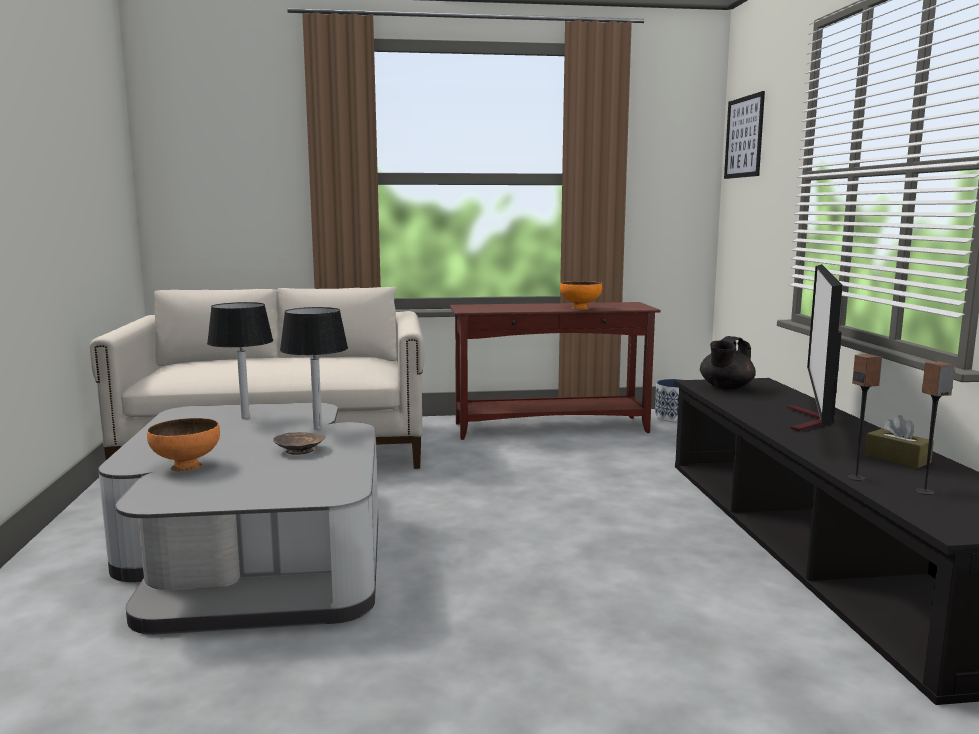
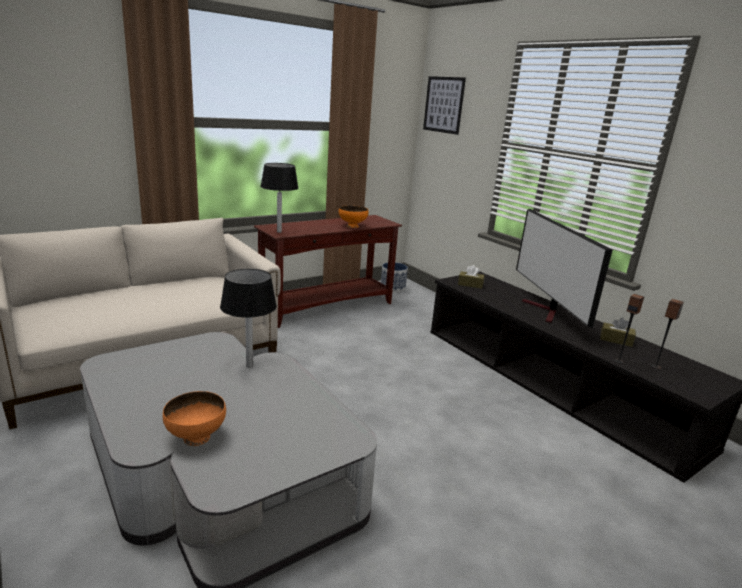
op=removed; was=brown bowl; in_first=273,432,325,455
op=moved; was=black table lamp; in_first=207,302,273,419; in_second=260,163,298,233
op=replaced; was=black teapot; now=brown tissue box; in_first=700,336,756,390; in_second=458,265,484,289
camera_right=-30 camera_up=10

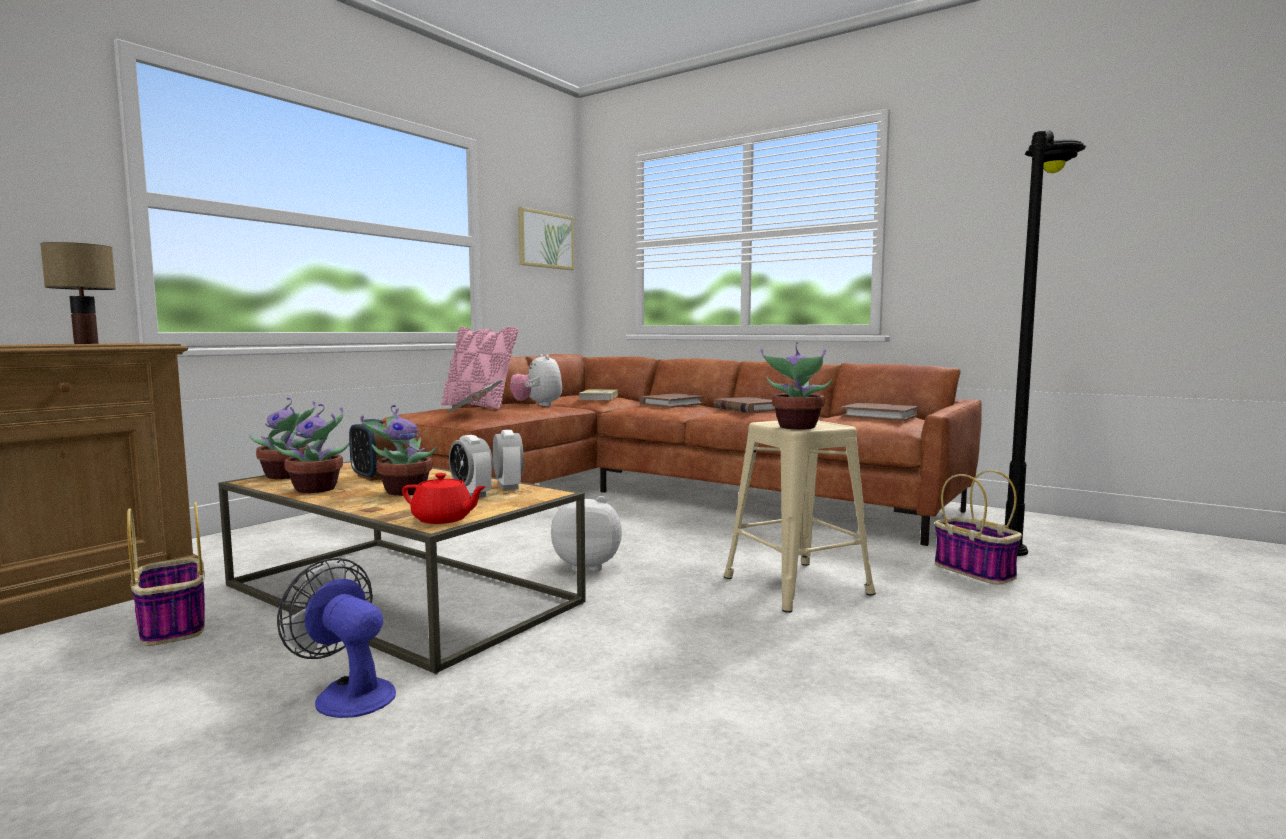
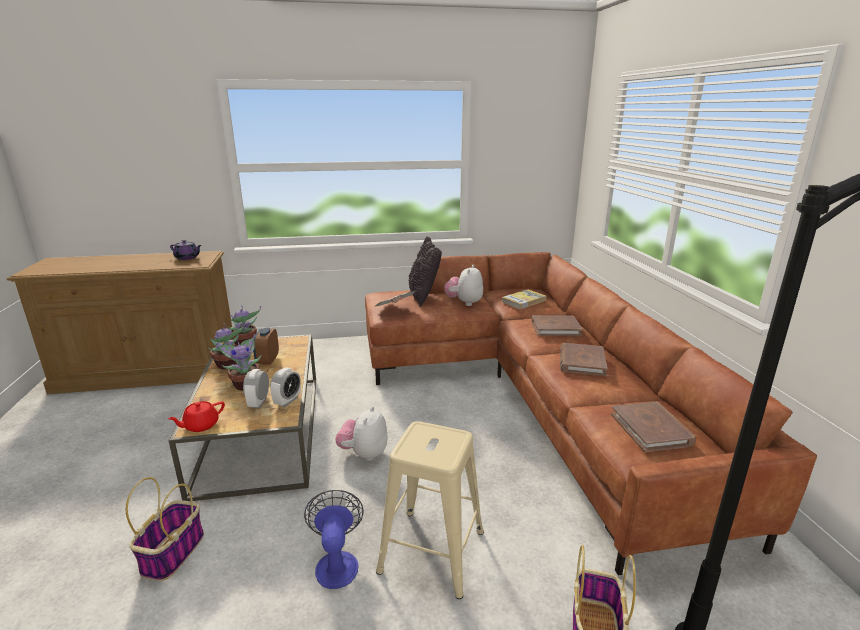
op=removed; was=picture; in_first=518,207,574,270
op=removed; was=potted plant; in_first=760,342,832,430
op=moved; was=basket; in_first=127,502,205,646; in_second=126,477,204,581
op=moved; was=fan; in_first=277,558,396,718; in_second=304,490,364,589
op=replaced; was=table lamp; now=purple teapot; in_first=40,242,116,344; in_second=170,240,202,260
op=recoloured; was=pink pillow; now=black pillow; in_first=441,327,518,409; in_second=408,236,442,307
op=turned; was=red teapot; in_first=402,473,487,524; in_second=168,401,225,432; clockwise=75
op=turned; was=plush toy; in_first=551,496,622,572; in_second=335,406,388,461; clockwise=-120
camera_right=45 camera_up=15

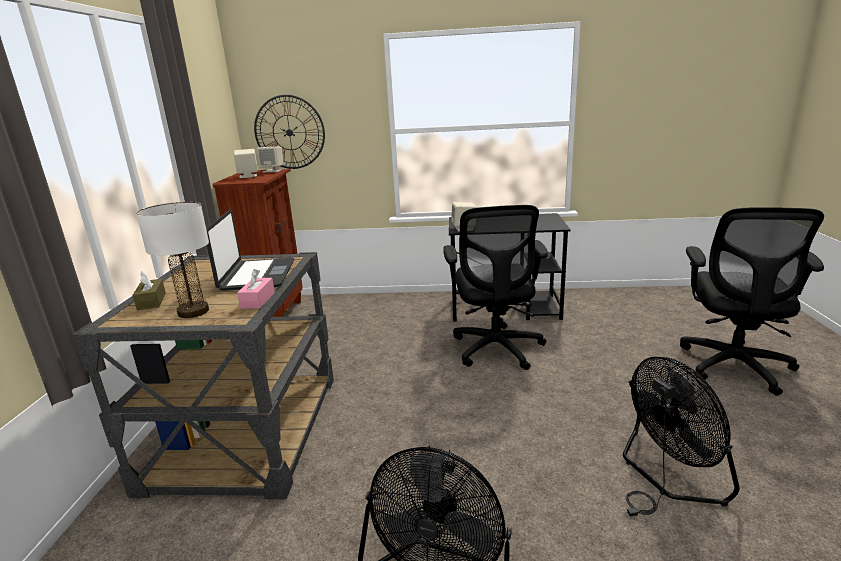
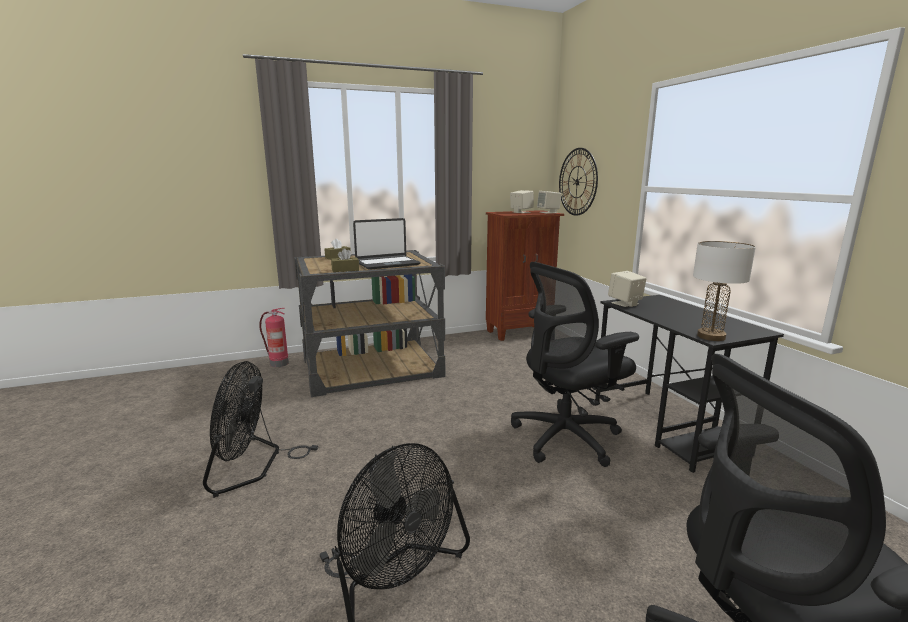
op=added; now=fire extinguisher; in_second=259,308,289,367
op=moved; was=table lamp; in_first=136,202,209,318; in_second=693,241,756,341
op=recoloured; was=pink tissue box; now=brown tissue box; in_first=237,269,275,308; in_second=331,248,359,272
camera_right=65 camera_up=-5

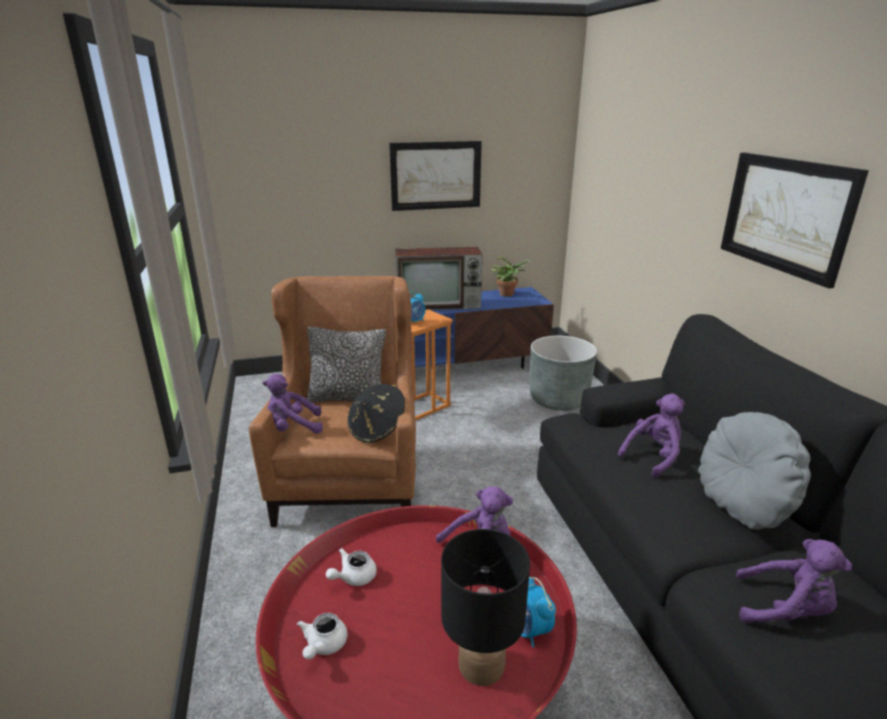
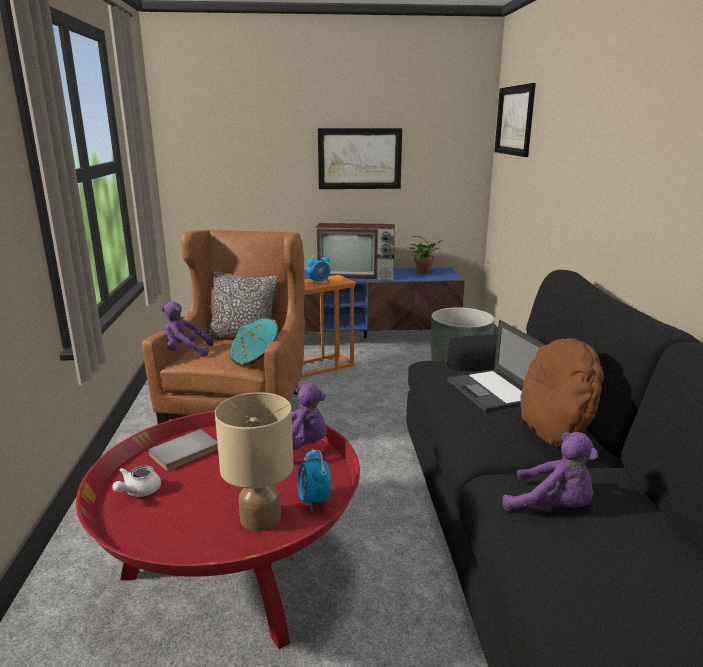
op=moved; was=picture; in_first=721,153,869,288; in_second=494,83,536,157
op=replaced; was=white teapot; now=grey book; in_first=326,548,377,586; in_second=148,429,218,471
op=replaced; was=purple plush toy; now=laptop; in_first=618,393,685,478; in_second=447,320,545,412
op=recoloured; was=black hat; now=turquoise hat; in_first=347,384,405,443; in_second=230,319,278,366
op=recoloured; was=black table lamp; now=beige table lamp; in_first=441,529,530,686; in_second=215,392,294,531
op=recoloured; was=grey pillow; now=brown pillow; in_first=698,412,811,530; in_second=520,338,604,447
camera_right=10 camera_up=-5

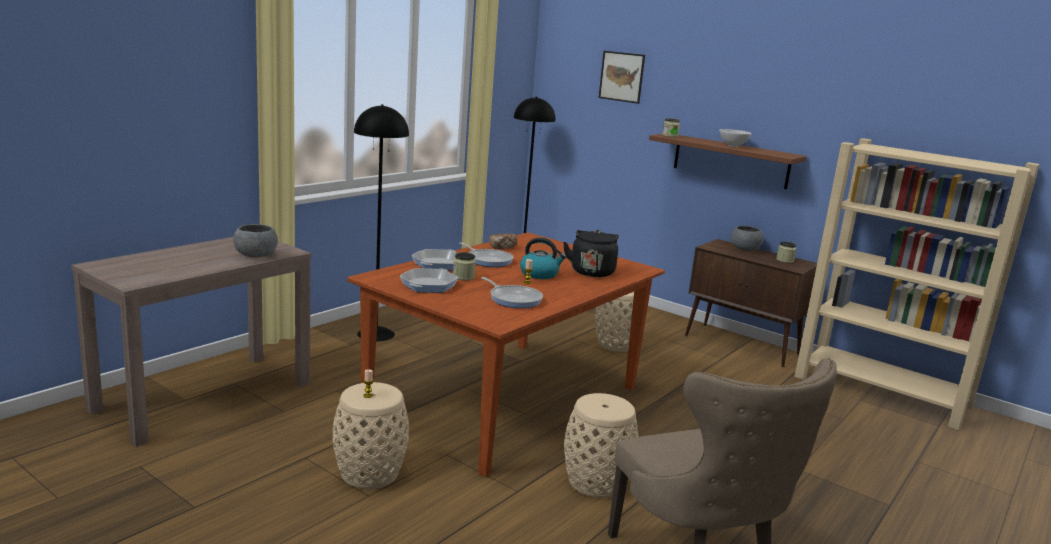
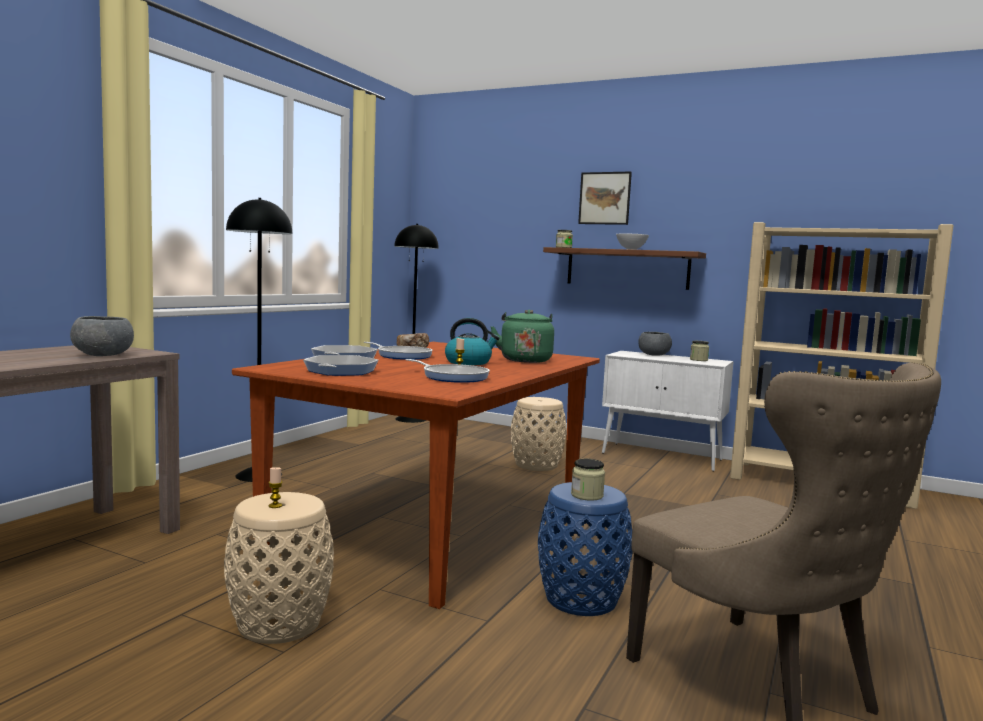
op=moved; was=jar; in_first=453,252,476,280; in_second=571,459,605,501
op=moved; was=picture; in_first=599,51,645,104; in_second=578,171,632,225
op=recoloured; was=black kettle; now=green kettle; in_first=563,230,619,277; in_second=490,309,554,363
op=recoloured; was=beige stool; now=blue stool; in_first=564,393,638,498; in_second=538,482,633,616
op=recoloured; was=brown cabinet; now=white cabinet; in_first=685,239,817,367; in_second=602,351,734,471
camera_right=-10 camera_up=-10

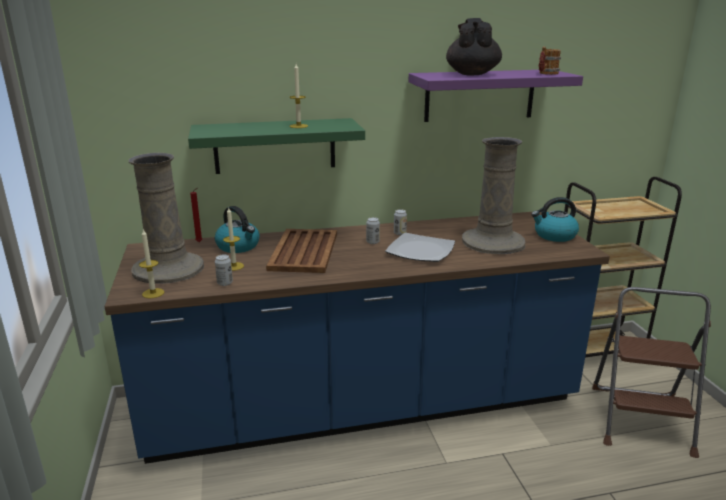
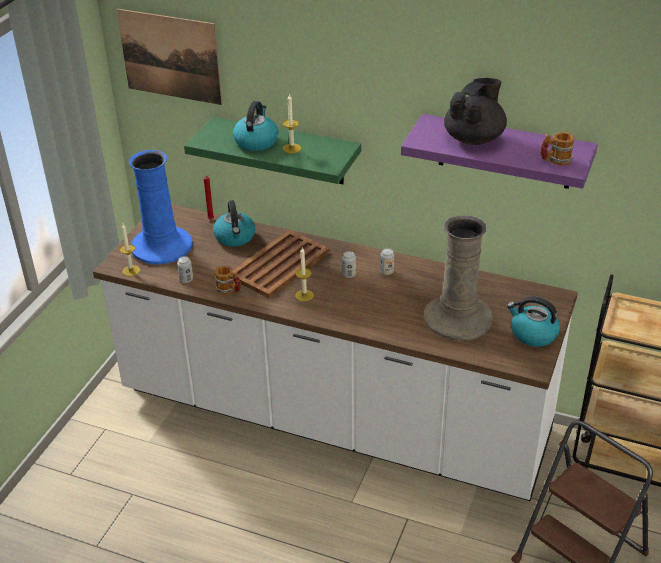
op=removed; was=plate; in_first=385,233,455,262
op=added; now=picture; in_second=116,9,222,105
op=added; now=mug; in_second=215,266,241,295
op=added; now=kettle; in_second=233,101,279,151
op=moved; was=candle; in_first=223,208,244,271; in_second=295,247,314,302
op=recoloured; was=blue counter; now=white counter; in_first=105,211,610,464; in_second=93,204,578,501
op=recoloured; was=beige vase; now=blue vase; in_first=128,153,204,284; in_second=129,150,193,265
camera_right=35 camera_up=15

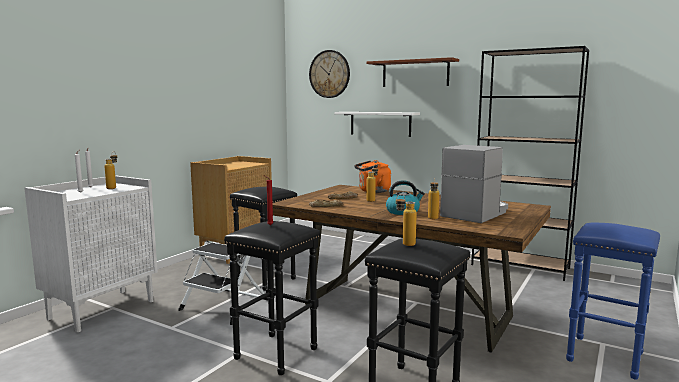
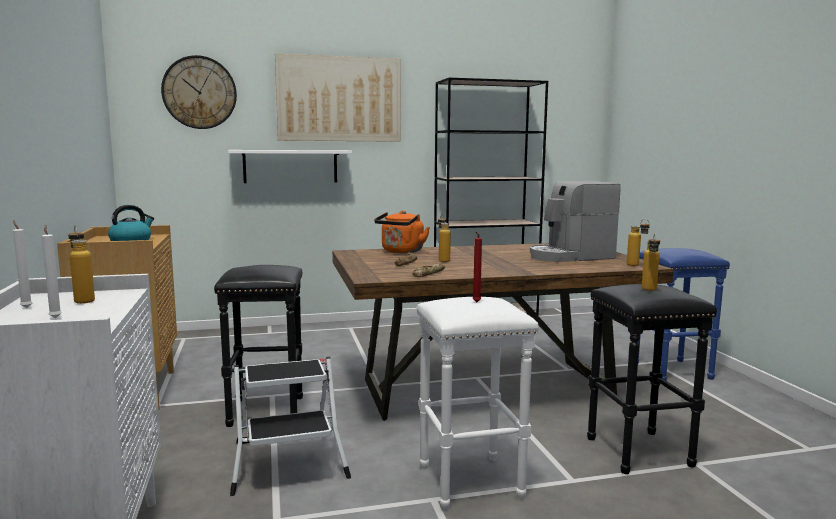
op=moved; was=kettle; in_first=386,180,425,215; in_second=108,205,154,241
op=moved; was=bottle; in_first=428,178,439,219; in_second=627,219,650,266
op=replaced; was=brown shelf; now=picture; in_first=367,57,459,87; in_second=275,54,401,142
op=recoloured; was=black stool; now=white stool; in_first=224,221,320,375; in_second=417,297,539,510
op=turned; was=coffee machine; in_first=440,145,508,223; in_second=530,181,621,262; clockwise=-105
camera_right=-45 camera_up=0

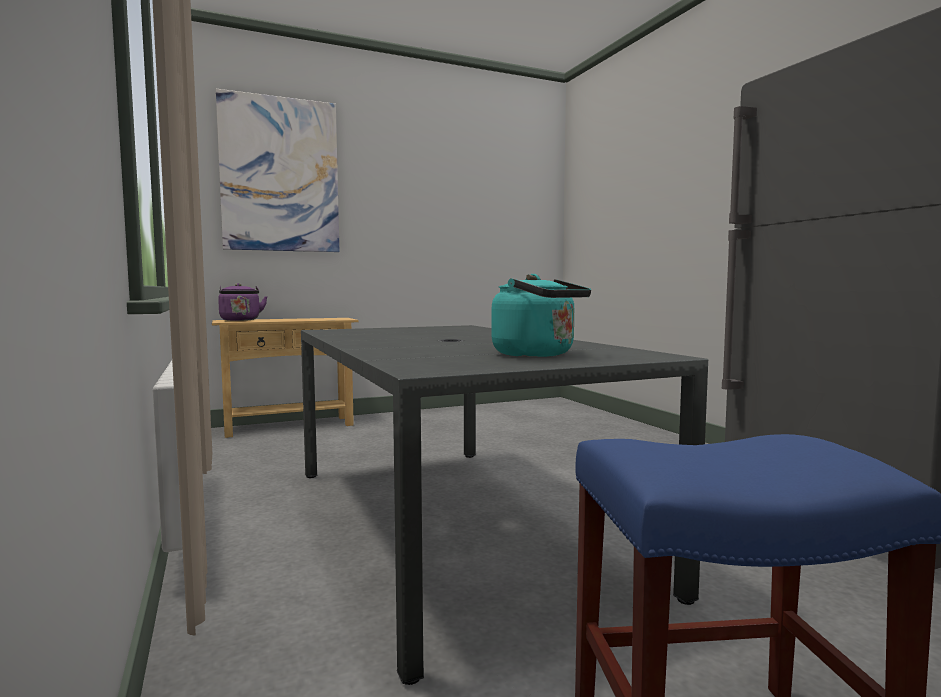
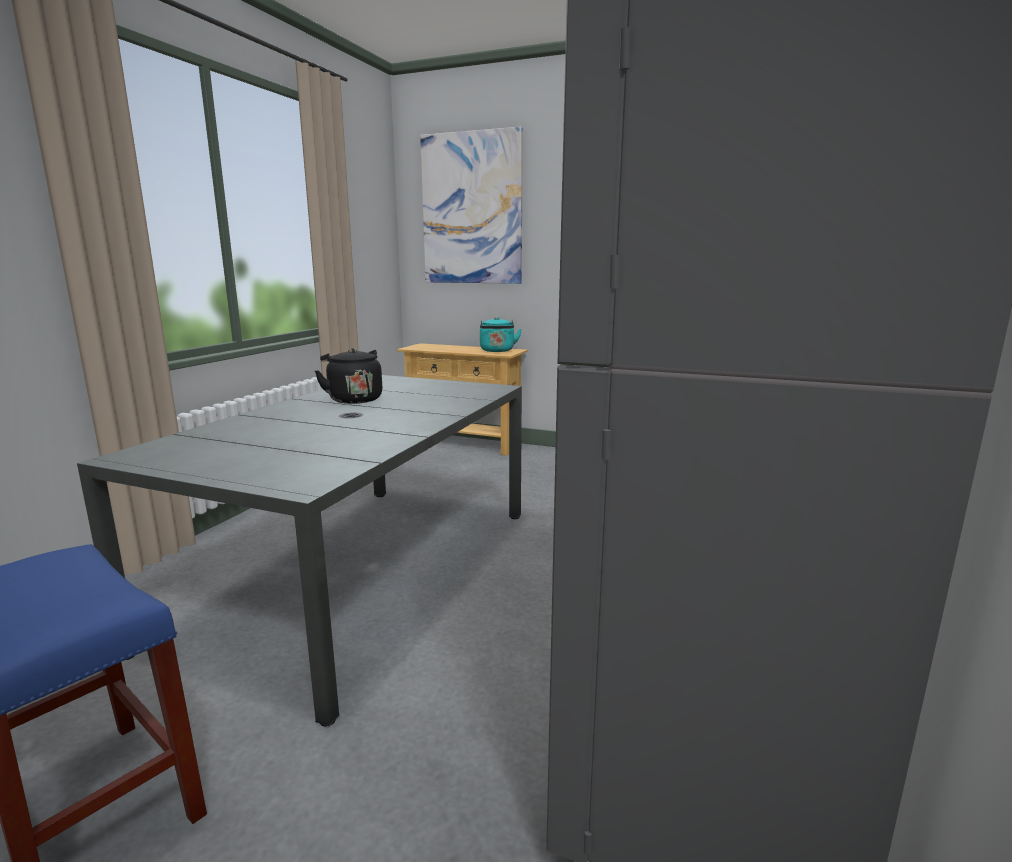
op=removed; was=purple kettle; in_first=218,283,268,321
op=added; now=black kettle; in_second=315,348,382,404
op=moved; was=turquoise kettle; in_first=491,274,591,357; in_second=480,317,522,352
camera_right=45 camera_up=10

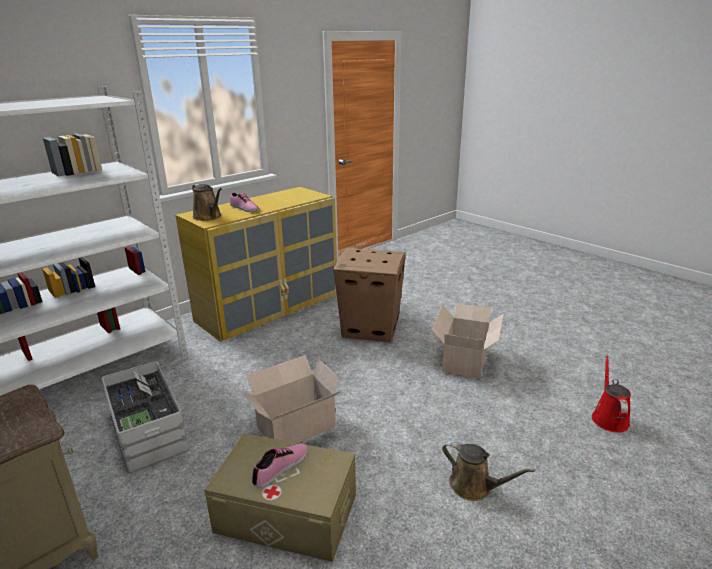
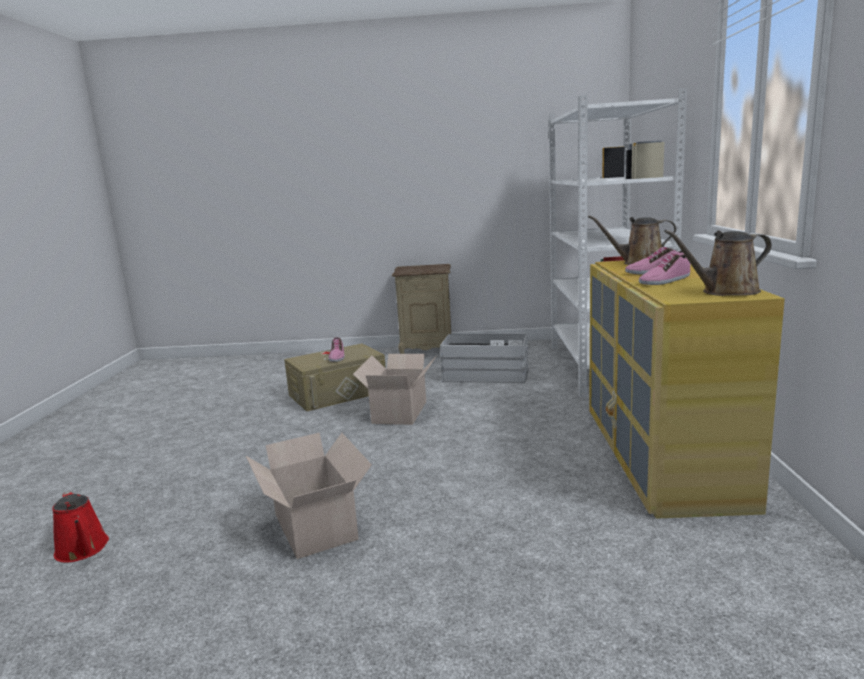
op=removed; was=cardboard box; in_first=333,248,406,342
op=added; now=shoe; in_second=639,254,690,285
op=moved; was=brown watering can; in_first=442,440,535,501; in_second=664,230,772,296
camera_right=135 camera_up=-10

